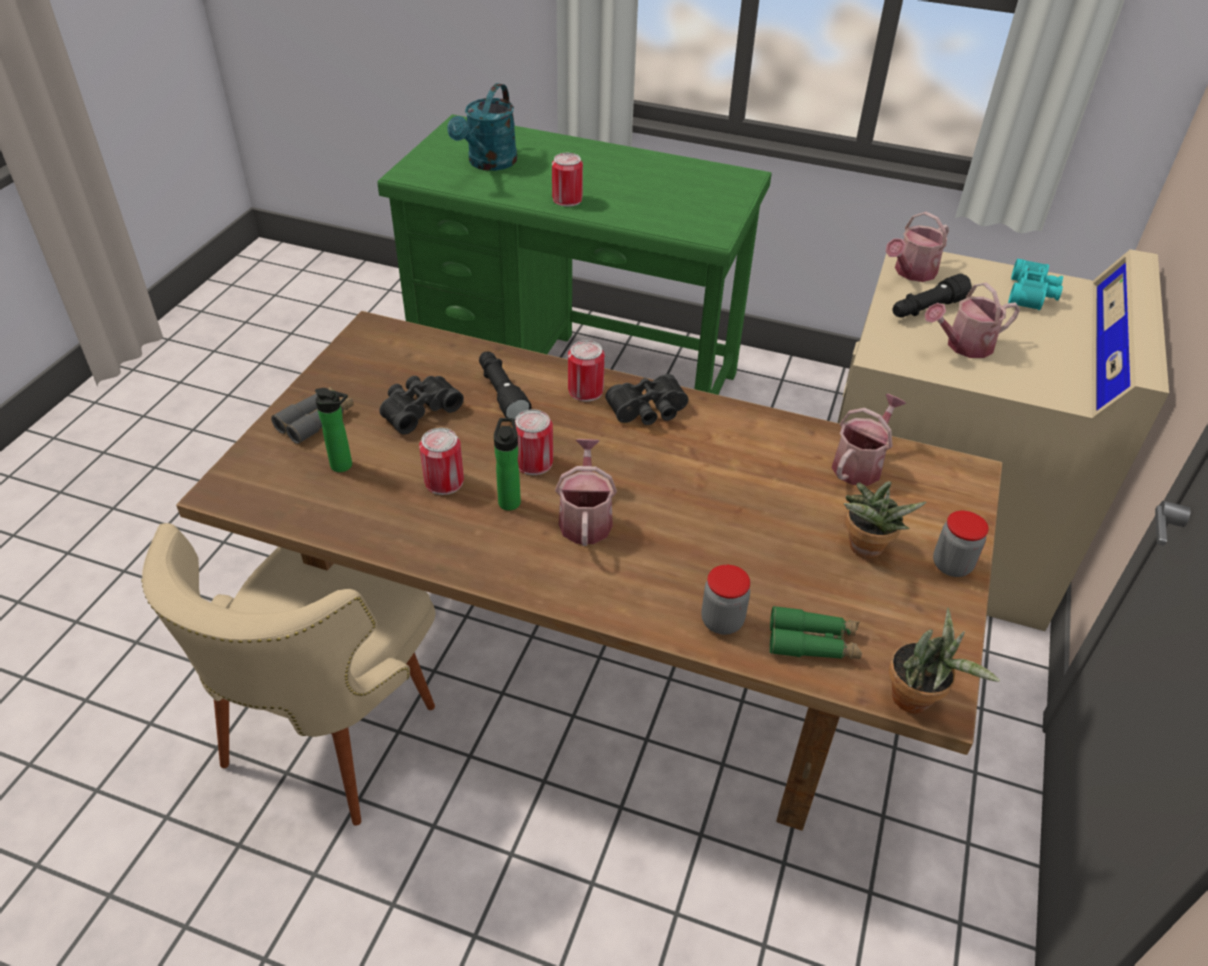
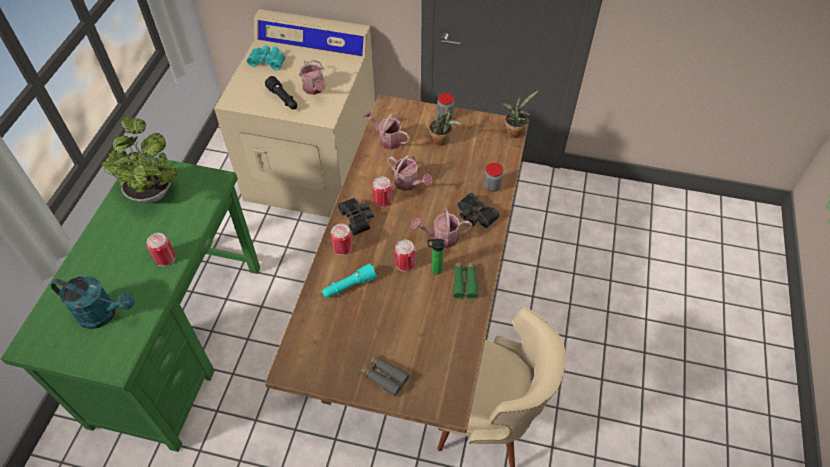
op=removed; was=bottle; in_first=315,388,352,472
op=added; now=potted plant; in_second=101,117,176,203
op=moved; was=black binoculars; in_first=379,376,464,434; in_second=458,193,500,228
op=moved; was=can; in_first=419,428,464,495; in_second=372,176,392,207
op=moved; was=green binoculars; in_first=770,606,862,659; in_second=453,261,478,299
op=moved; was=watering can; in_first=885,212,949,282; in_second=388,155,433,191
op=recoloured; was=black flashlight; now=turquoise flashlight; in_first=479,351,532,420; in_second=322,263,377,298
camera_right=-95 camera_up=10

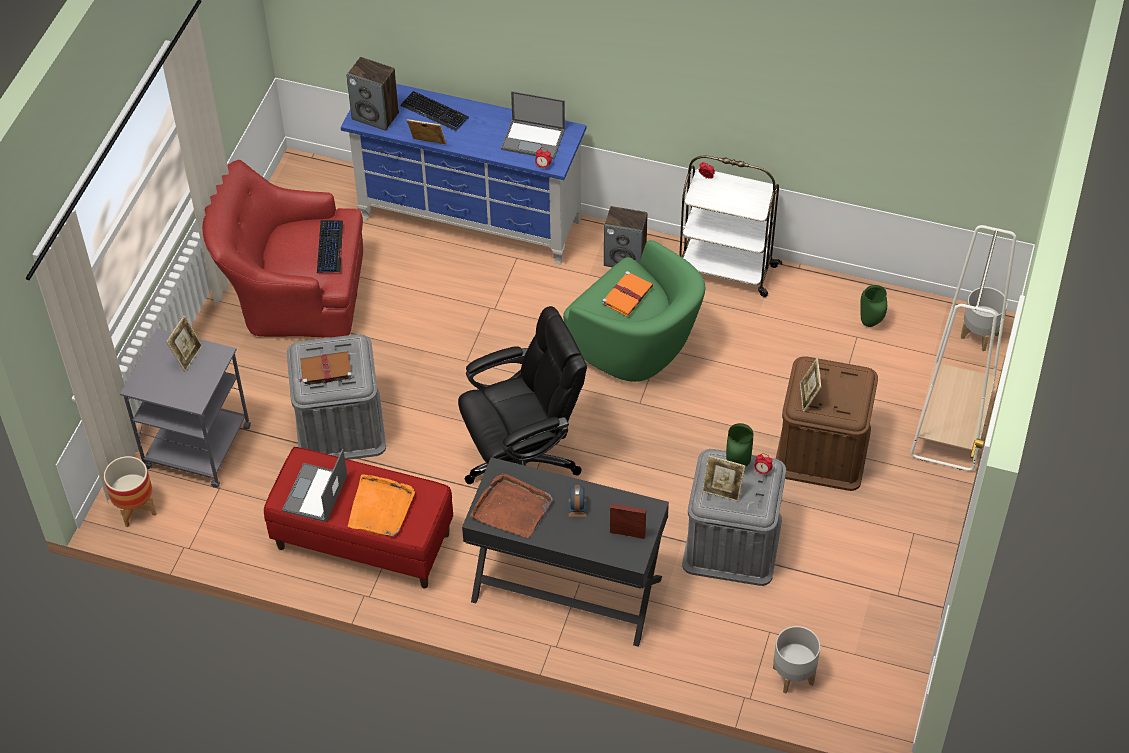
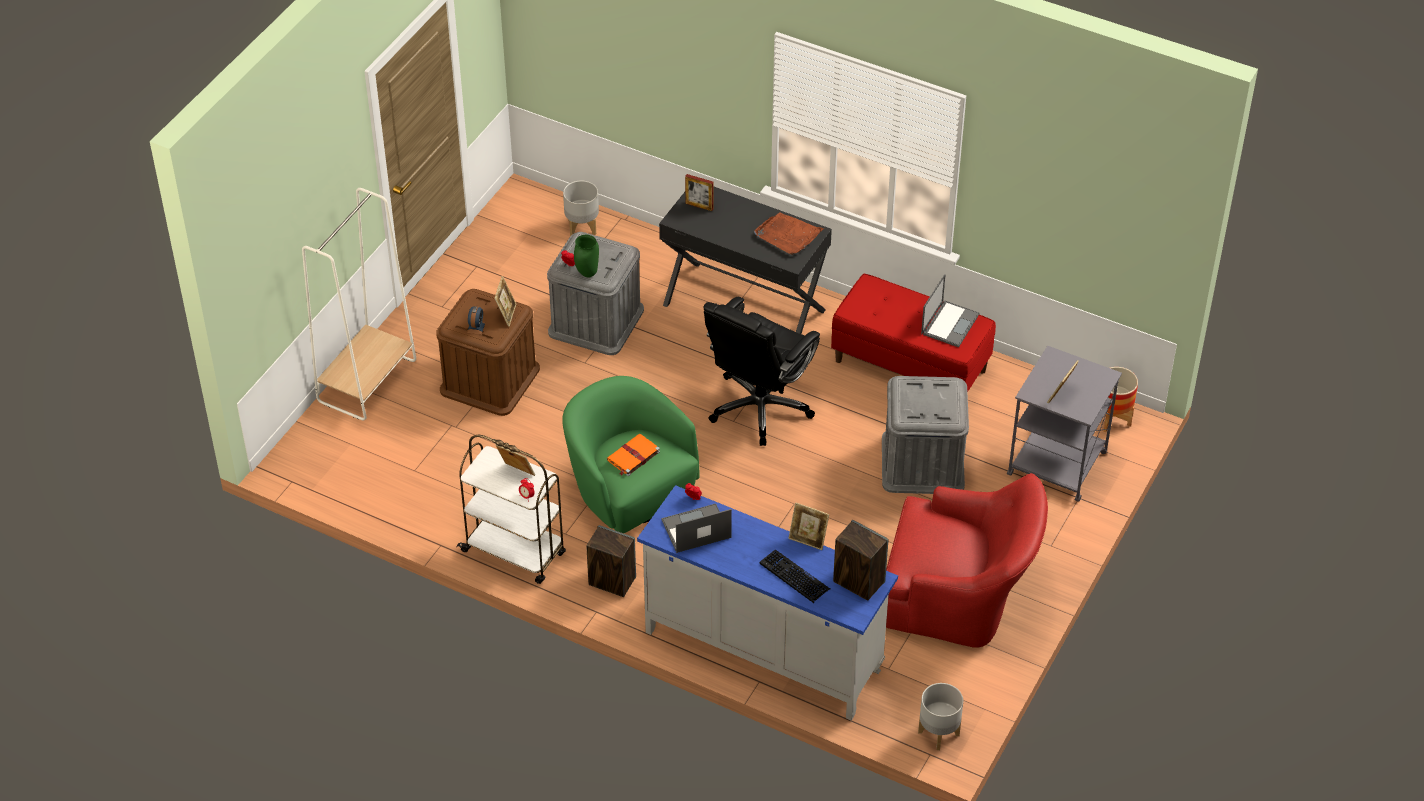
op=removed; was=brown book; in_first=298,351,352,386
op=removed; was=keyboard; in_first=317,220,343,273
op=removed; was=orange tray; in_first=348,474,415,536
op=removed; was=green vase; in_first=860,285,887,327
op=moved; was=alarm clock; in_first=569,485,586,517; in_second=467,306,486,335
op=moved; was=picture frame; in_first=702,455,745,501; in_second=496,445,535,476
op=moved; was=grey planter; in_first=961,287,1008,351; in_second=918,683,963,750
op=turned; was=black office chair; in_first=458,306,587,484; in_second=704,297,820,446; clockwise=-45
op=turned; was=laptop; in_first=501,91,565,159; in_second=662,504,732,553; clockwise=-45
camera_right=-170 camera_up=-5

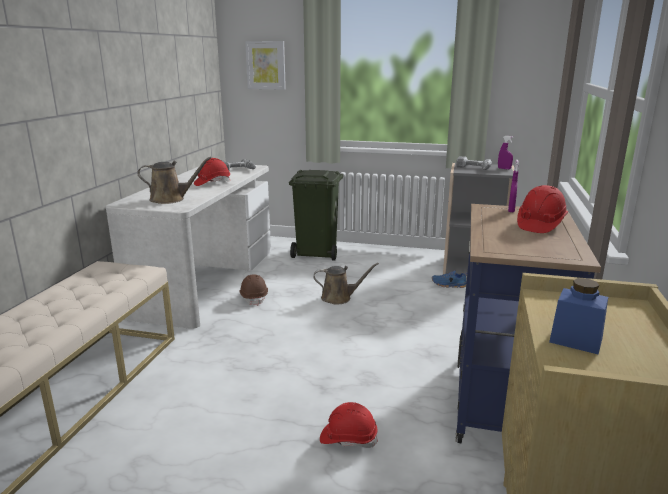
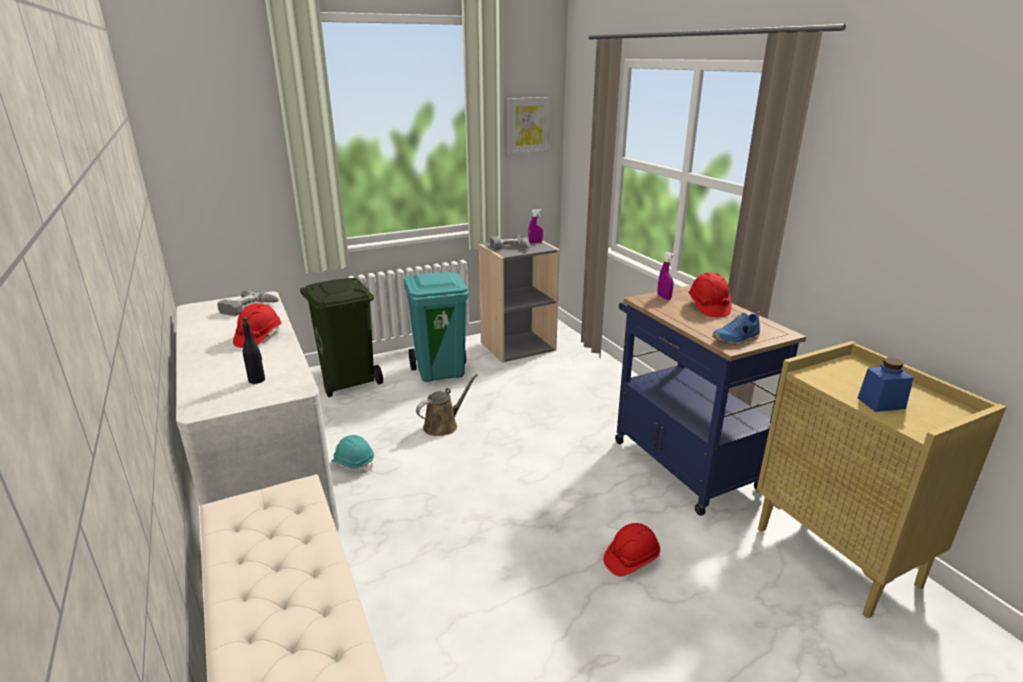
op=added; now=turquoise trash can; in_second=404,272,469,382
op=moved; was=picture; in_first=245,41,286,90; in_second=507,97,550,154
op=moved; was=blue shoe; in_first=432,270,467,288; in_second=712,312,761,345
op=replaced; was=brown watering can; now=black bottle; in_first=137,157,211,204; in_second=242,317,265,384
op=recoloured; was=brown hard hat; now=turquoise hard hat; in_first=239,275,268,306; in_second=331,435,374,474
camera_right=-40 camera_up=5

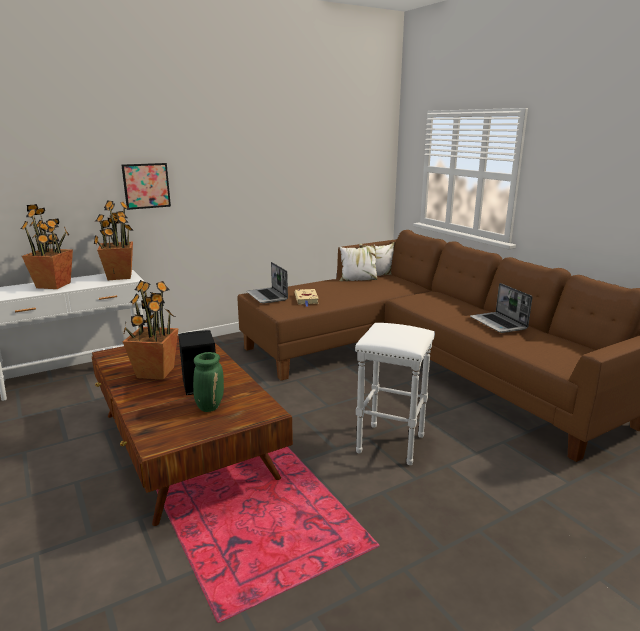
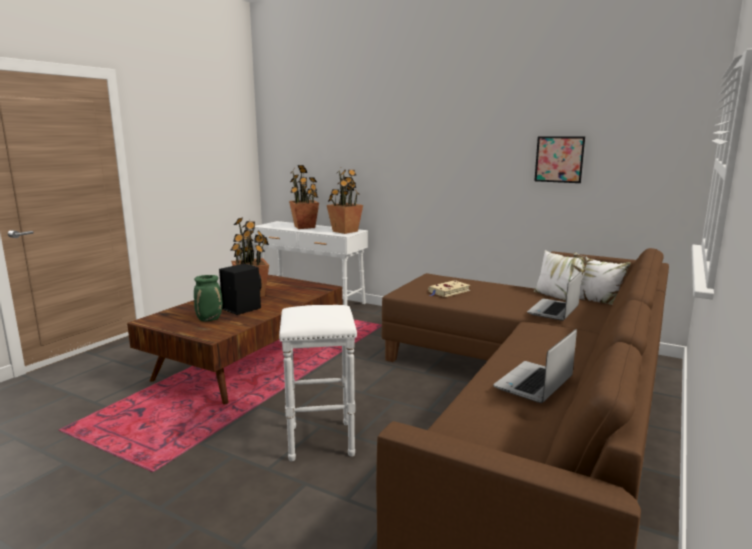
op=moved; was=picture; in_first=121,163,171,210; in_second=534,136,585,183
op=moved; was=laptop; in_first=246,262,288,303; in_second=527,271,582,321
camera_right=60 camera_up=-5

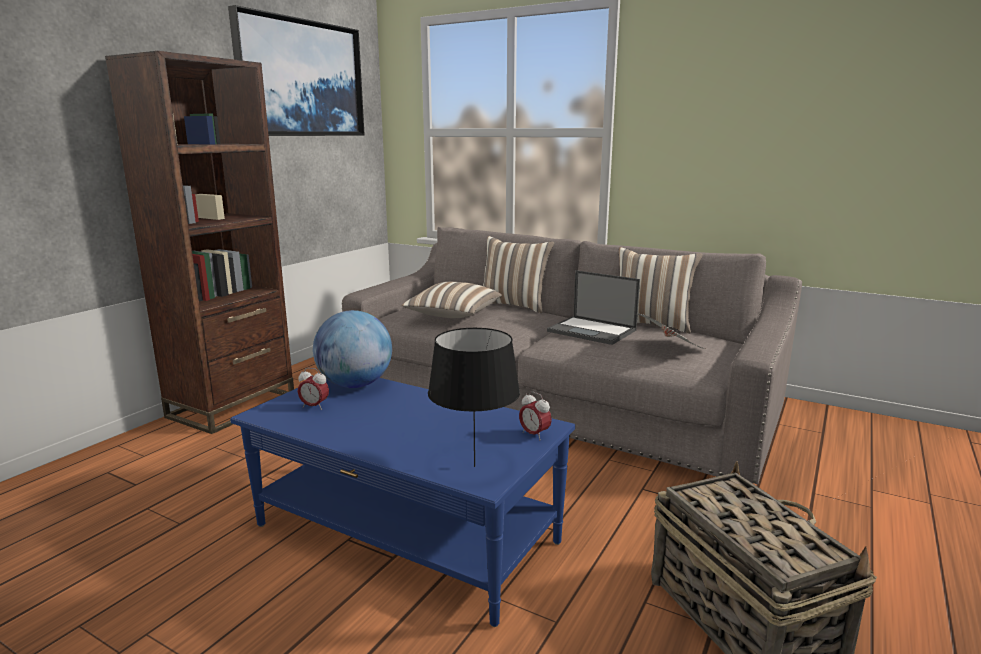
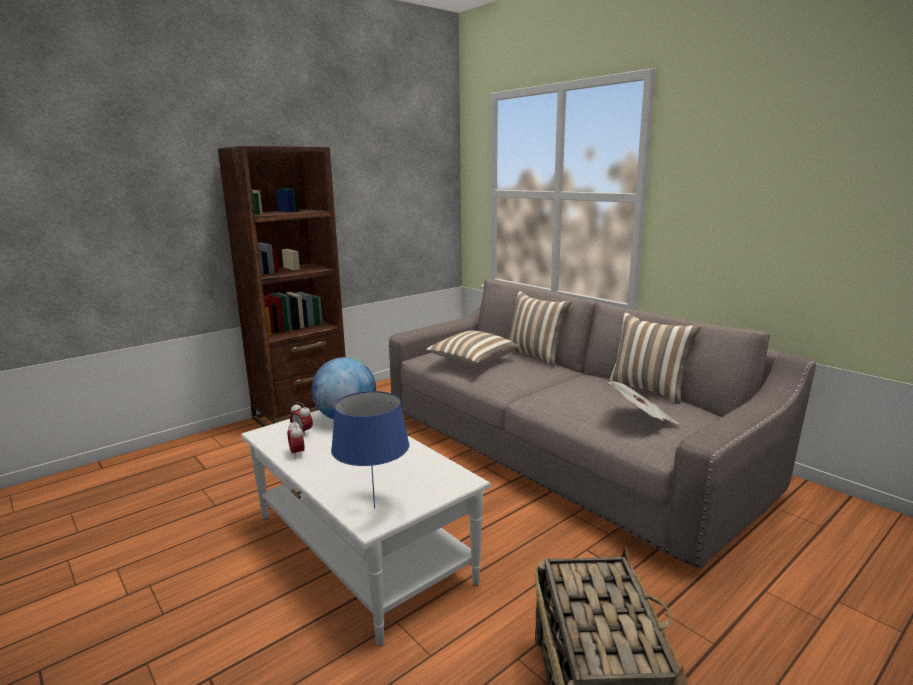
op=removed; was=picture; in_first=228,5,365,136
op=removed; was=laptop; in_first=547,270,640,345
op=moved; was=alarm clock; in_first=519,391,552,440; in_second=288,420,305,457
op=recoloured; was=blue coffee table; now=white coffee table; in_first=230,378,575,627; in_second=241,410,491,646
op=recoloured; was=black table lamp; now=blue table lamp; in_first=428,328,520,467; in_second=331,391,409,508
camera_right=20 camera_up=0

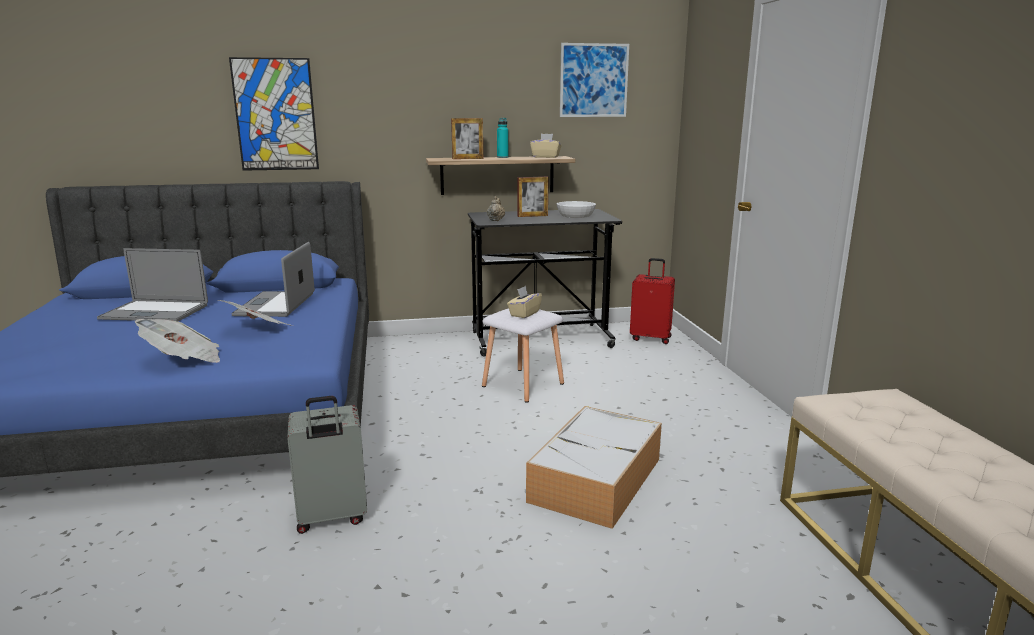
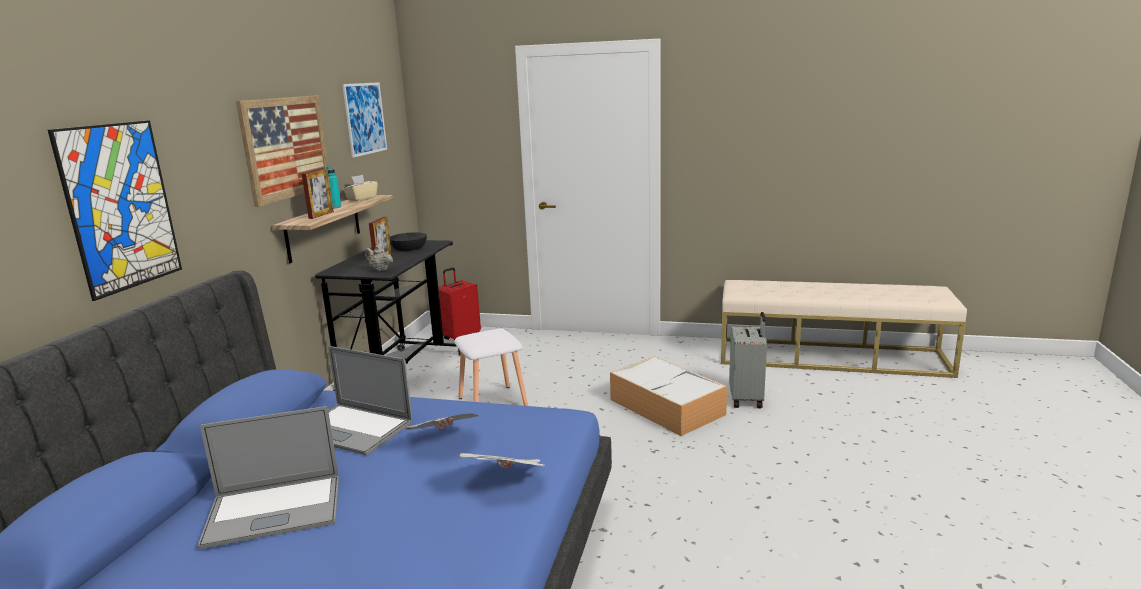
op=removed; was=beige tissue box; in_first=507,286,542,318
op=added; now=picture; in_second=236,95,329,207
op=moved; was=grey suitcase; in_first=287,396,367,534; in_second=729,312,767,408
op=recoloured; was=white bowl; now=black bowl; in_first=557,201,596,218; in_second=390,232,427,251
op=turned; was=laptop; in_first=97,248,208,321; in_second=198,406,339,549; clockwise=45
camera_right=-65 camera_up=0

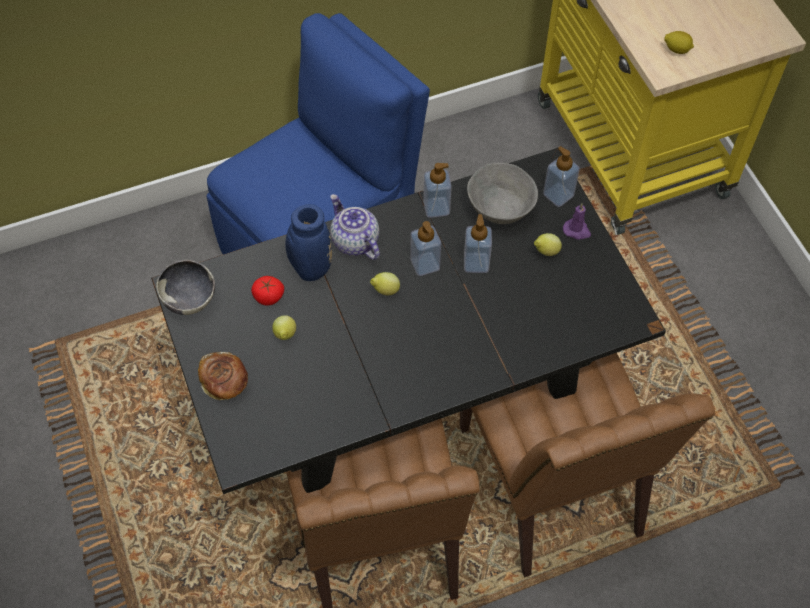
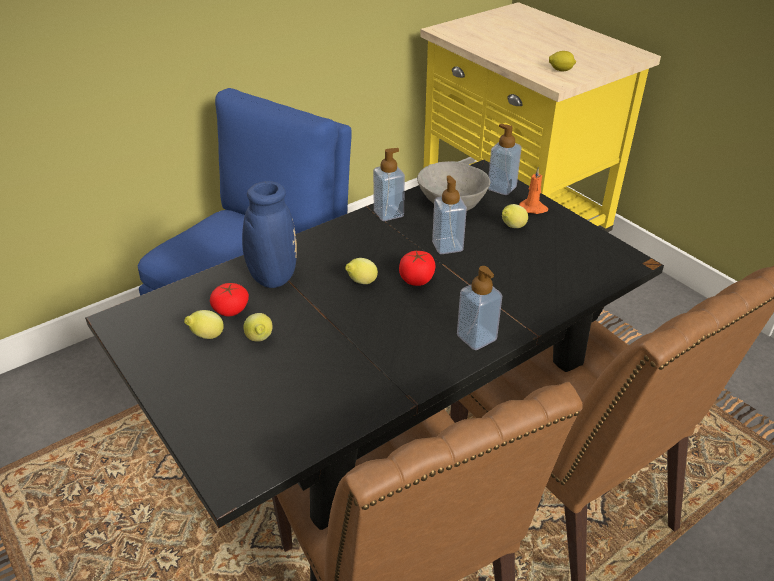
op=removed; was=bowl; in_first=157,260,215,315
op=removed; was=bread; in_first=198,352,248,400
op=removed; was=teapot; in_first=330,194,380,260
op=added; now=lemon; in_second=184,310,224,339
op=added; now=tomato; in_second=399,251,435,286
op=moved; was=soap dispenser; in_first=410,221,441,276; in_second=457,266,502,350
op=recoloured; was=purple candle; now=orange candle; in_first=563,203,591,240; in_second=519,167,548,214
camera_right=-15 camera_up=-20

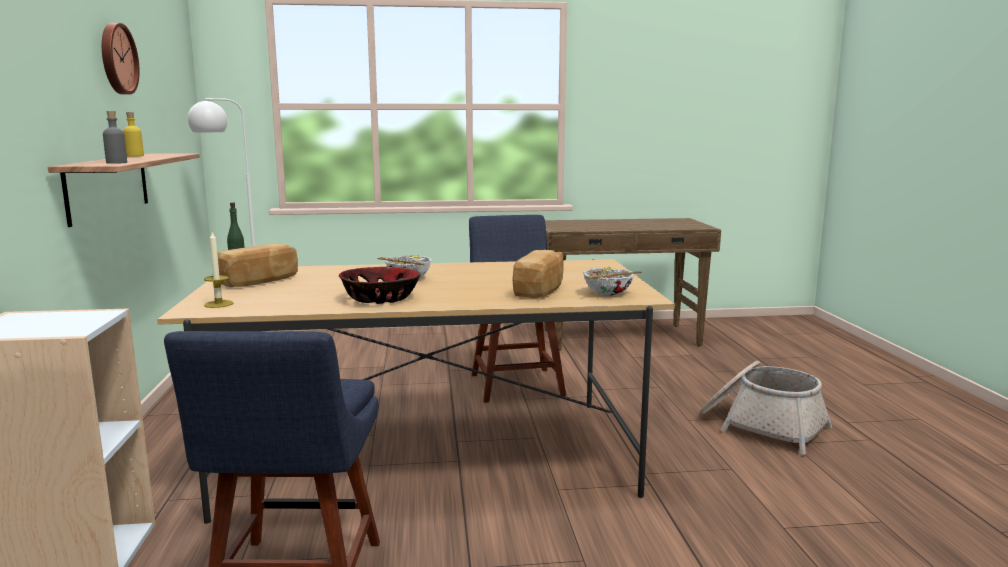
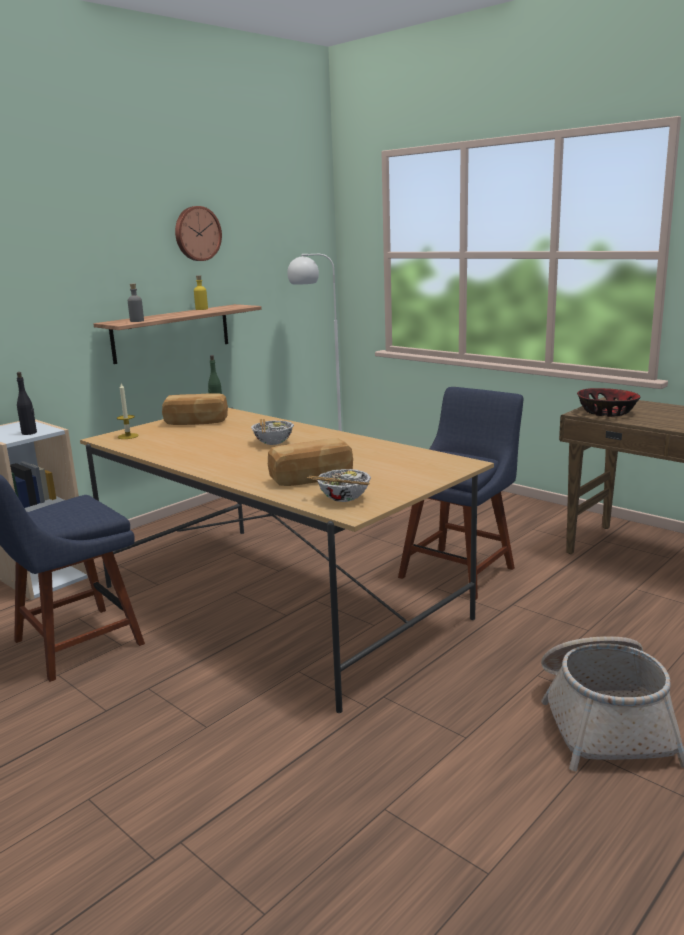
op=added; now=black bottle; in_second=17,372,37,435
op=moved; was=bowl; in_first=339,267,421,304; in_second=577,388,640,417
camera_right=50 camera_up=5

